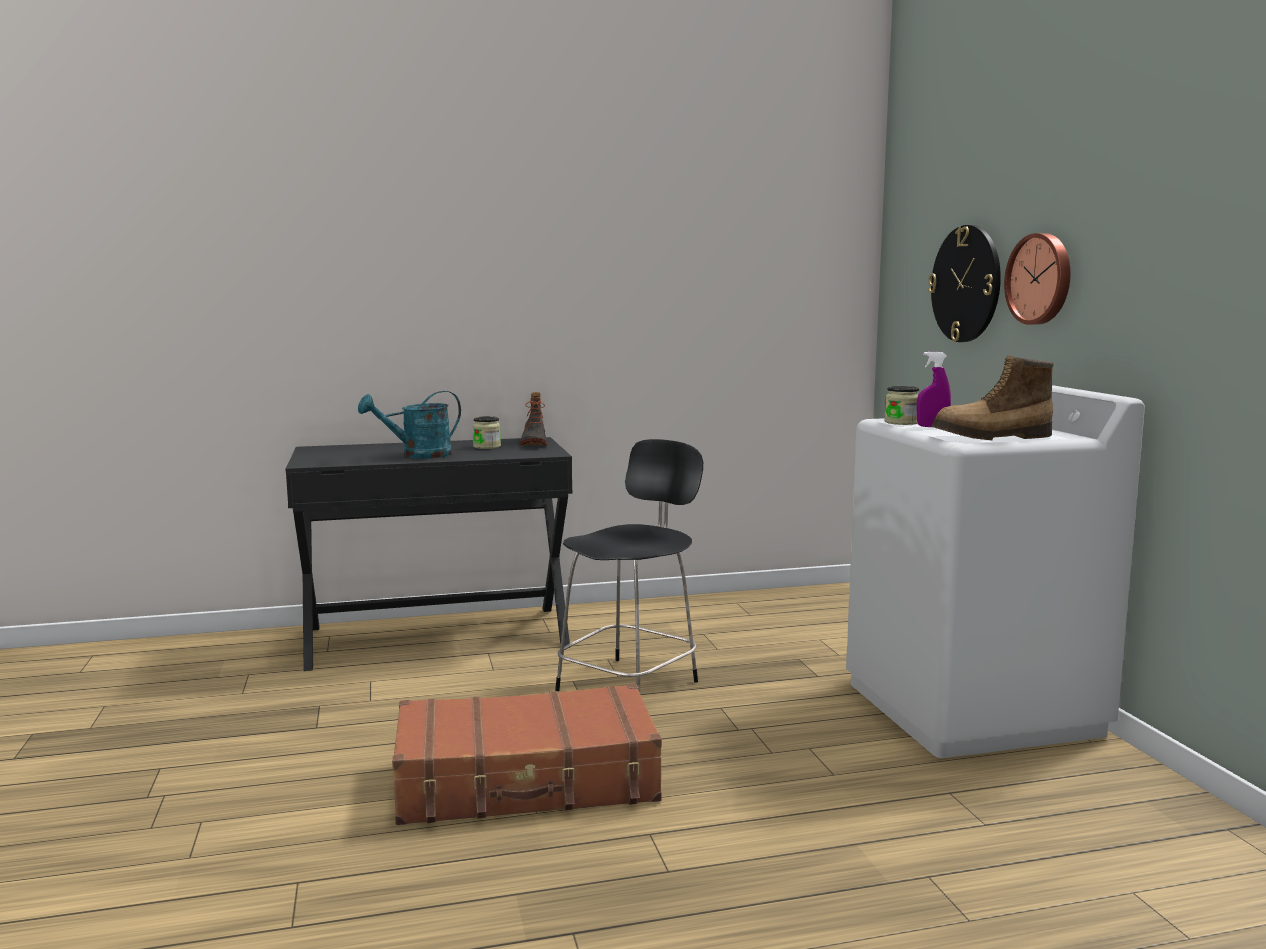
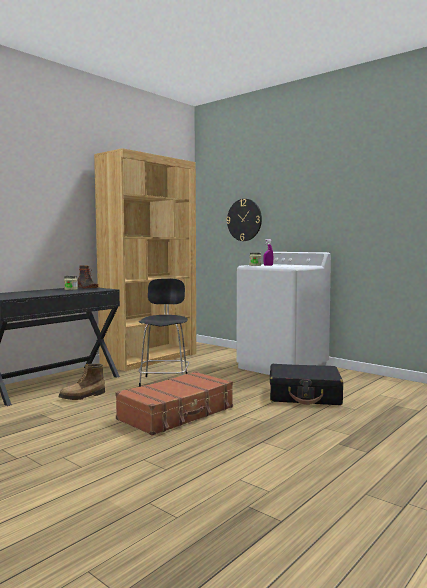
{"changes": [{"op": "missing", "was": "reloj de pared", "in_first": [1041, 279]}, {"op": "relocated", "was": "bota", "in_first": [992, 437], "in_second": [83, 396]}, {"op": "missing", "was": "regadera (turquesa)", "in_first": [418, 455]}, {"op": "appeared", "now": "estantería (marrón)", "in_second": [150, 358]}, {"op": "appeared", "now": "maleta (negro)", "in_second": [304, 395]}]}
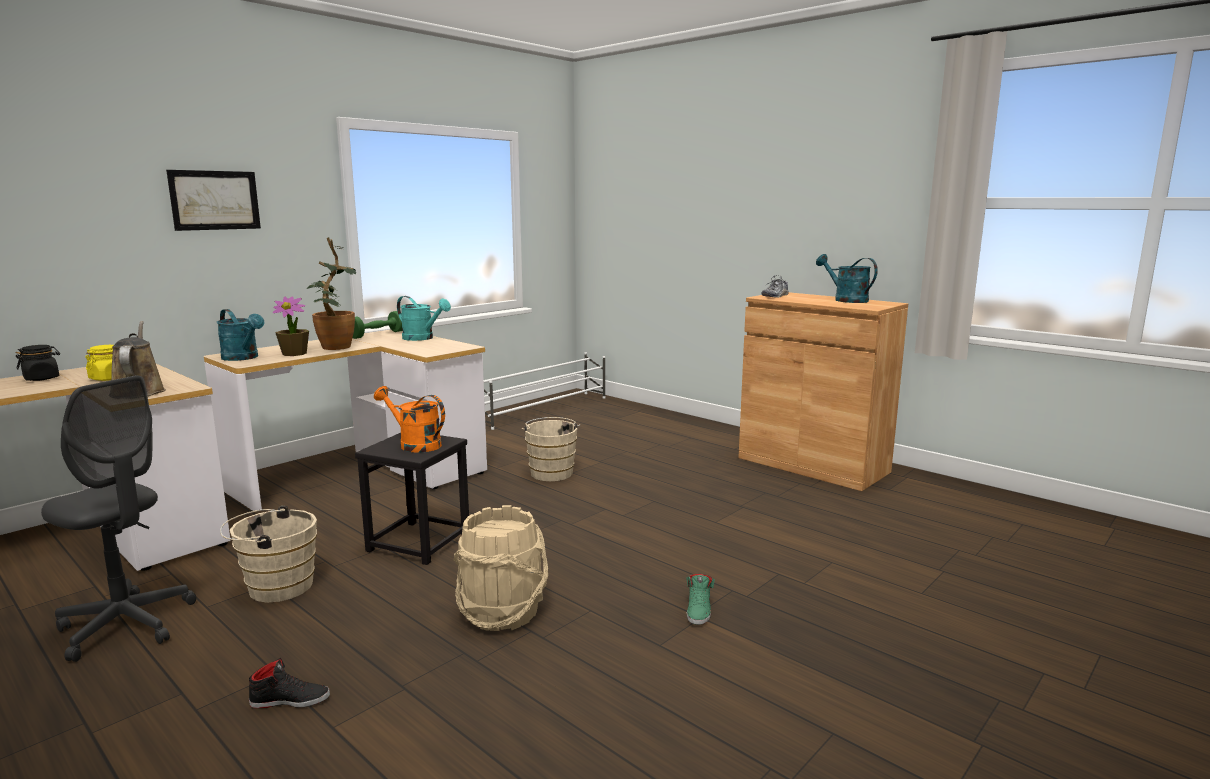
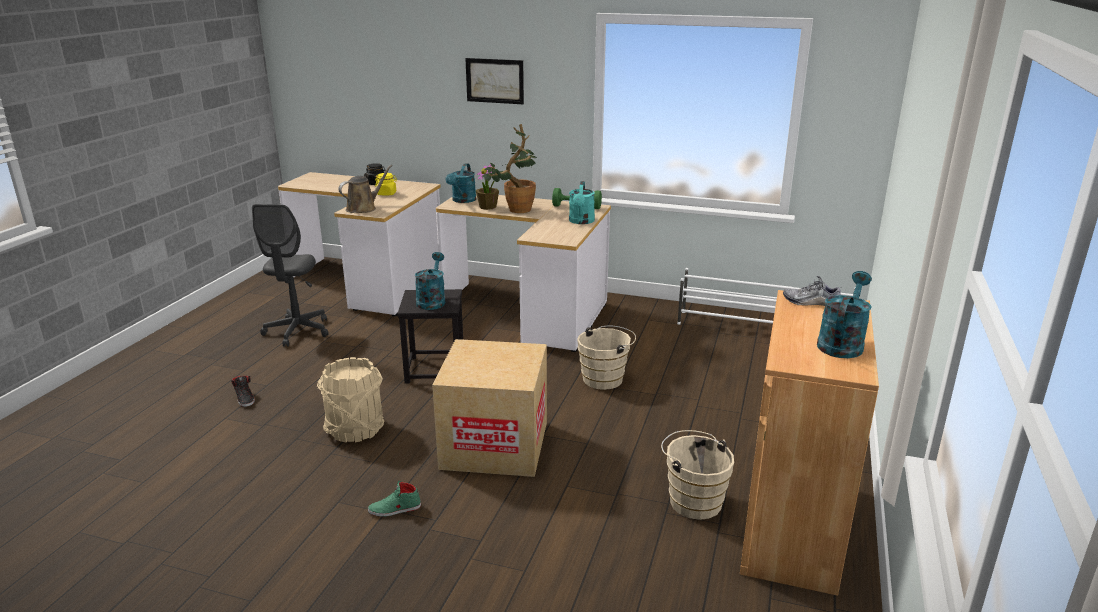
{"changes": [{"op": "colour", "was": "regadera (naranja)", "now": "regadera (turquesa)", "in_first": [414, 444], "in_second": [432, 300]}, {"op": "relocated", "was": "cubo (beis)", "in_first": [275, 587], "in_second": [692, 500]}, {"op": "appeared", "now": "caja de cartón", "in_second": [494, 445]}]}
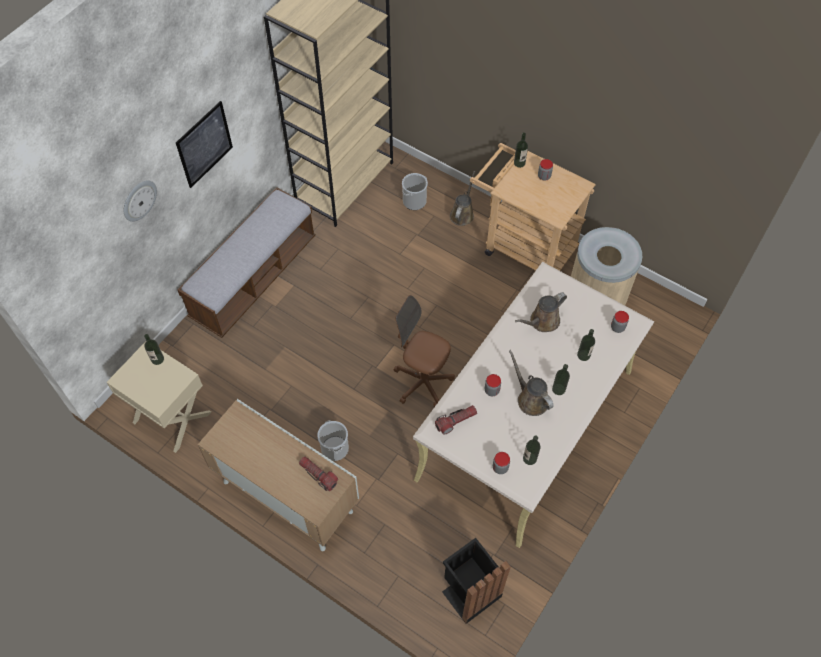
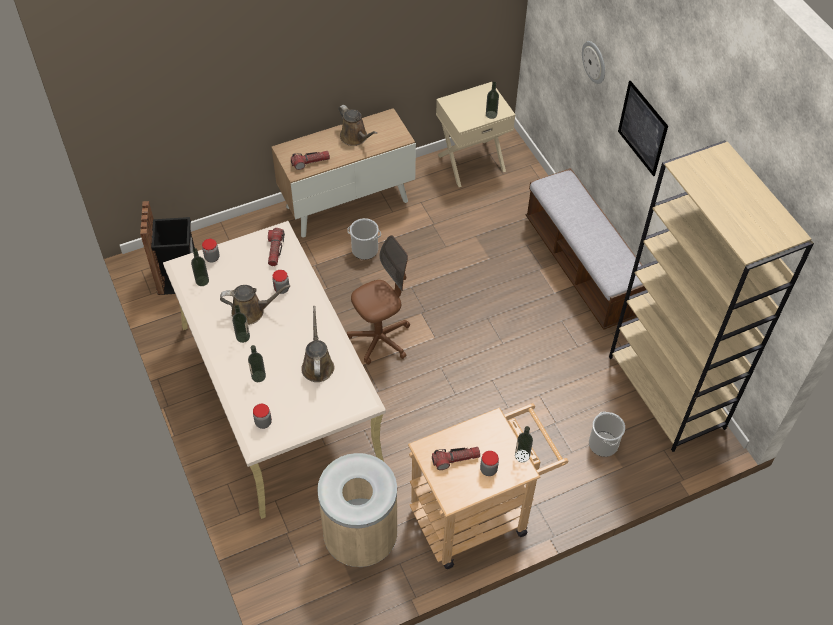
{"changes": [{"op": "relocated", "was": "regadera (marrón)", "in_first": [462, 214], "in_second": [355, 137]}, {"op": "appeared", "now": "linterna", "in_second": [455, 459]}]}
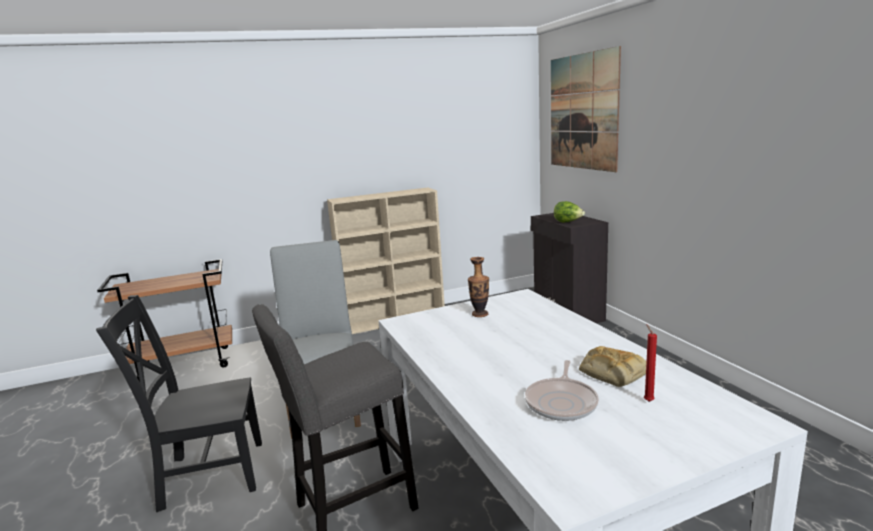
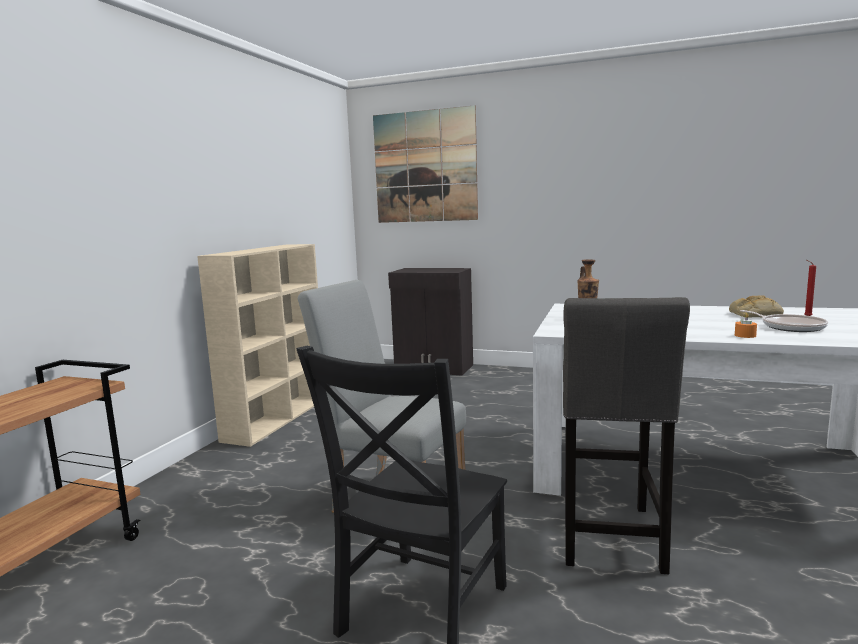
{"changes": [{"op": "missing", "was": "lechuga", "in_first": [568, 222]}, {"op": "appeared", "now": "vela (naranja)", "in_second": [745, 335]}]}
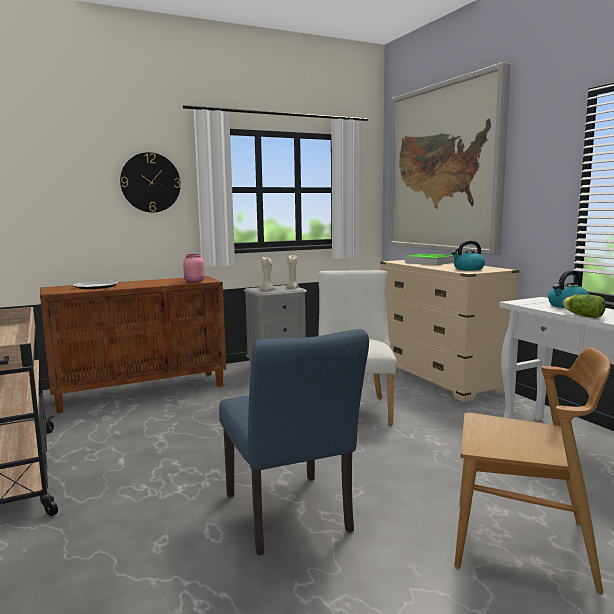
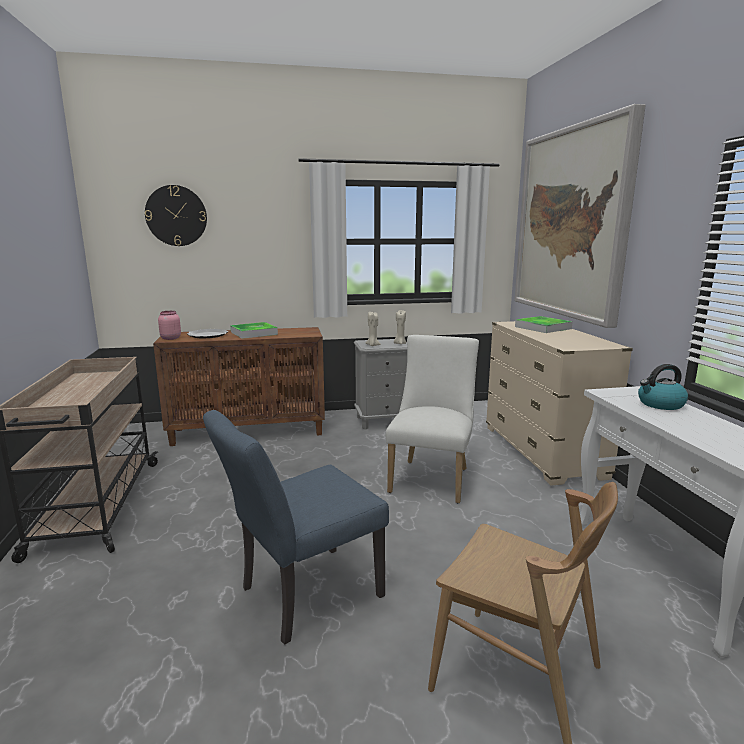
{"changes": [{"op": "relocated", "was": "reloj de pared", "in_first": [150, 182], "in_second": [176, 216]}, {"op": "missing", "was": "hervidor", "in_first": [468, 269]}, {"op": "relocated", "was": "tarro (rosa)", "in_first": [194, 281], "in_second": [170, 338]}, {"op": "missing", "was": "lechuga", "in_first": [582, 315]}, {"op": "spun", "was": "silla (azul)", "in_first": [290, 518], "in_second": [301, 595], "clockwise": 60}, {"op": "appeared", "now": "bandeja", "in_second": [254, 333]}]}
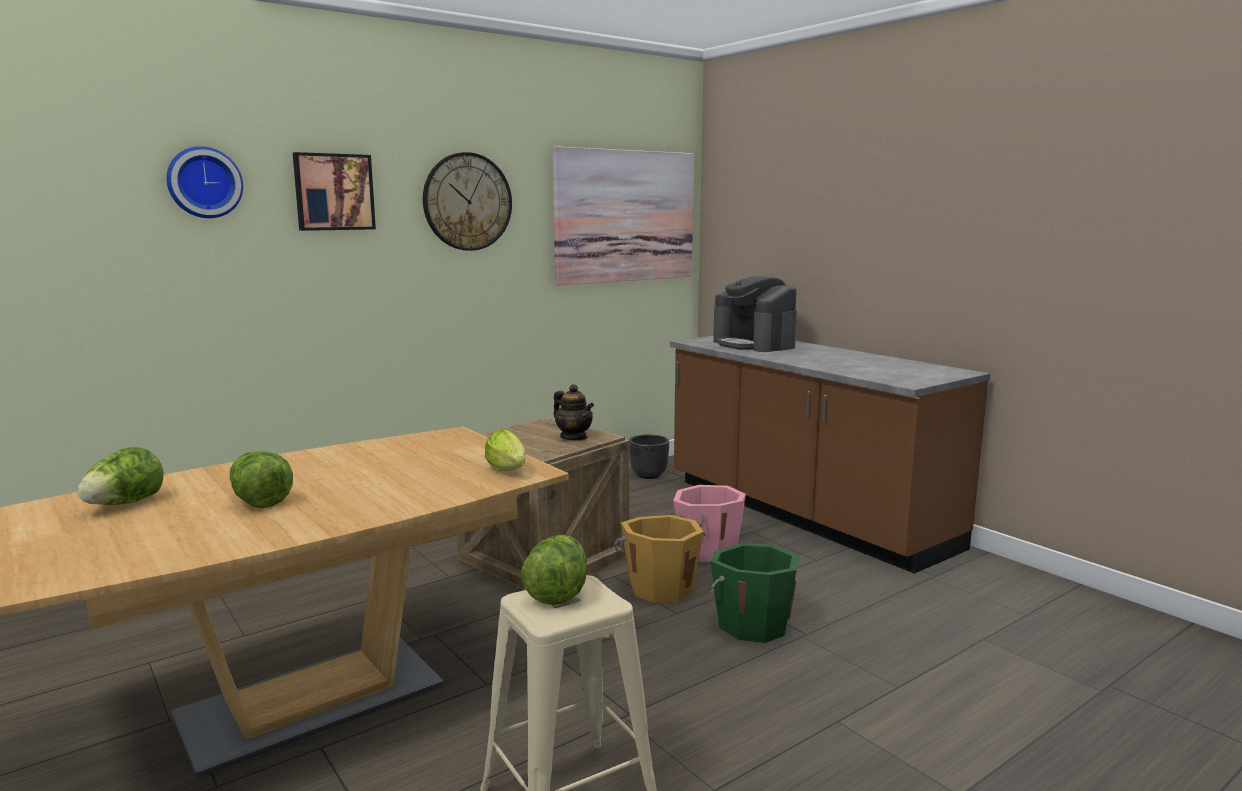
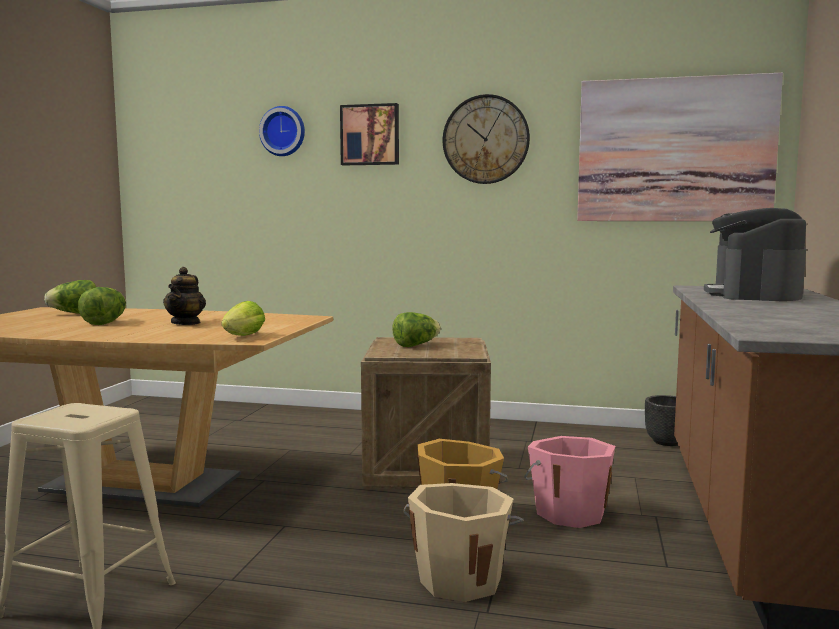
{"changes": [{"op": "relocated", "was": "tetera", "in_first": [574, 437], "in_second": [186, 323]}, {"op": "relocated", "was": "lechuga", "in_first": [557, 592], "in_second": [415, 345]}, {"op": "colour", "was": "cubo (verde)", "now": "cubo (beis)", "in_first": [752, 624], "in_second": [460, 579]}]}
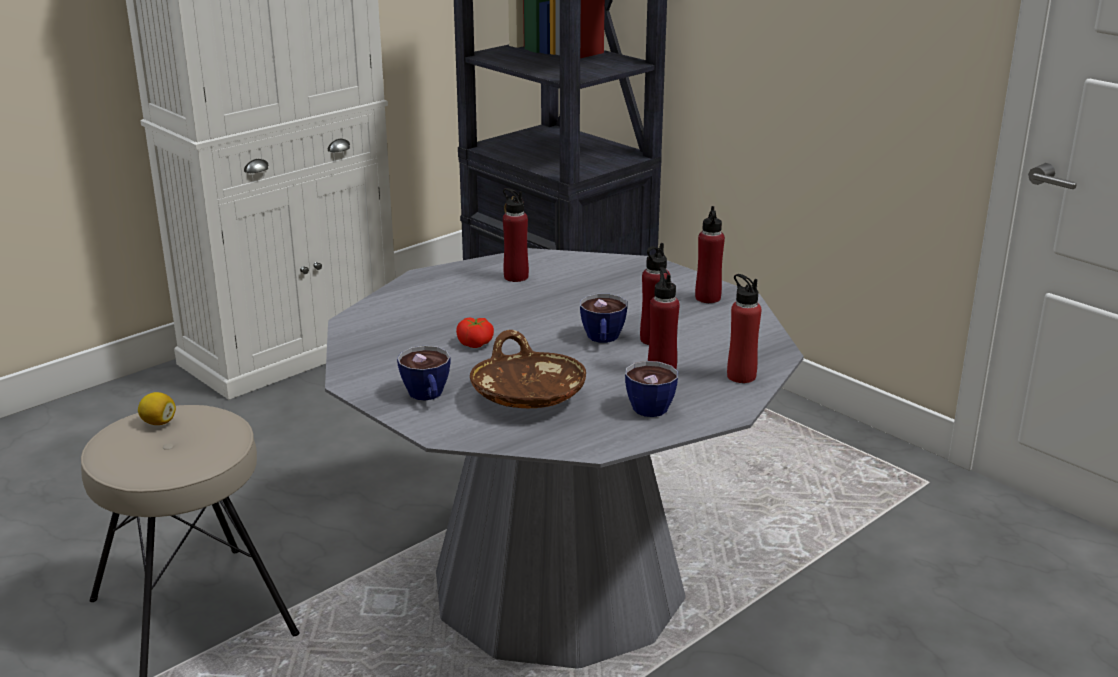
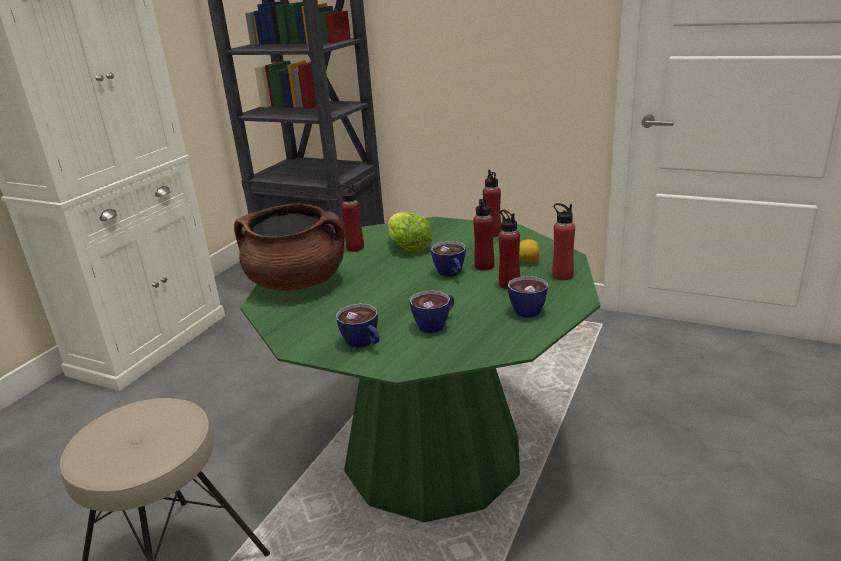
{"changes": [{"op": "colour", "was": "mesa de comedor (gris)", "now": "mesa de comedor (verde)", "in_first": [559, 585], "in_second": [433, 454]}, {"op": "missing", "was": "tomate", "in_first": [476, 343]}, {"op": "exchanged", "was": "cuenco (marrón)", "now": "taza", "in_first": [527, 396], "in_second": [436, 324]}, {"op": "relocated", "was": "limón", "in_first": [158, 422], "in_second": [528, 261]}, {"op": "appeared", "now": "olla (marrón)", "in_second": [297, 283]}, {"op": "appeared", "now": "lechuga", "in_second": [408, 246]}]}
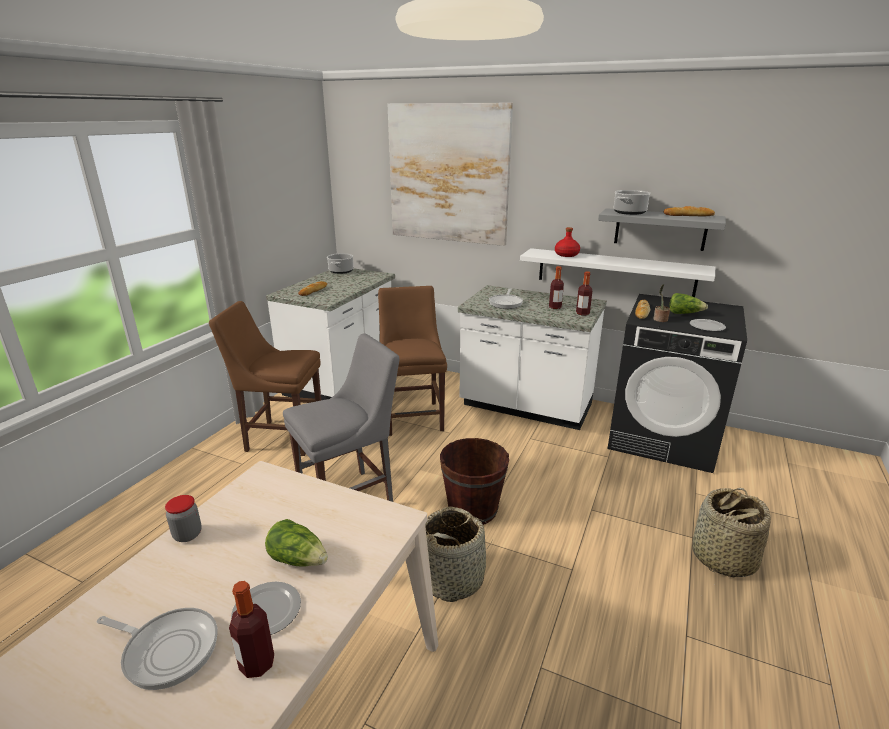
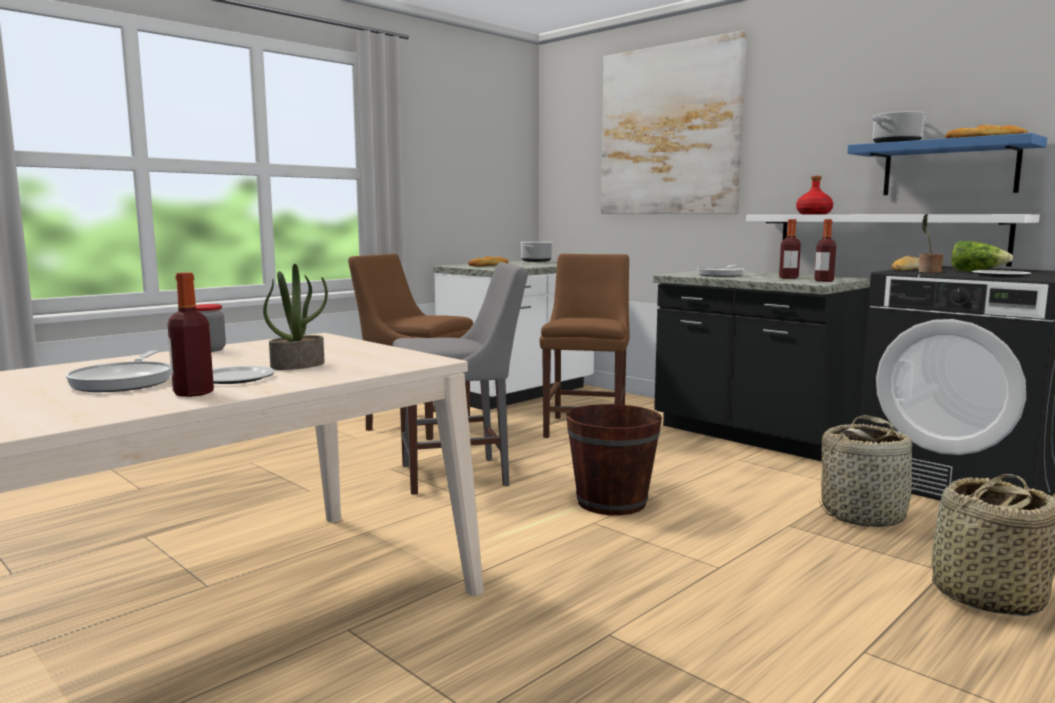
{"changes": [{"op": "colour", "was": "estante (gris)", "now": "estante (azul)", "in_first": [660, 229], "in_second": [949, 168]}, {"op": "colour", "was": "mueble bajo de cocina (blanco)", "now": "mueble bajo de cocina (negro)", "in_first": [525, 407], "in_second": [752, 435]}, {"op": "relocated", "was": "cesta", "in_first": [453, 578], "in_second": [864, 515]}, {"op": "exchanged", "was": "lechuga", "now": "planta en maceta", "in_first": [298, 559], "in_second": [298, 365]}, {"op": "spun", "was": "sartén", "in_first": [167, 650], "in_second": [125, 381], "clockwise": 45}]}
